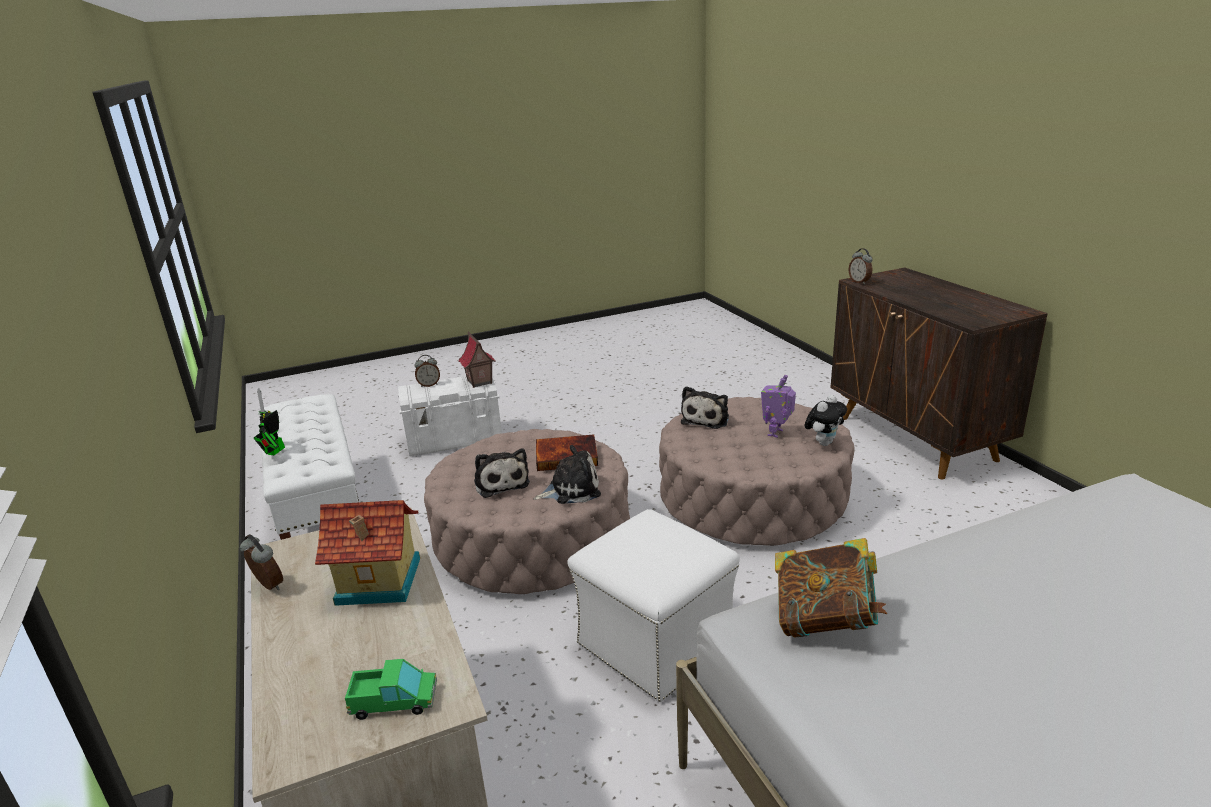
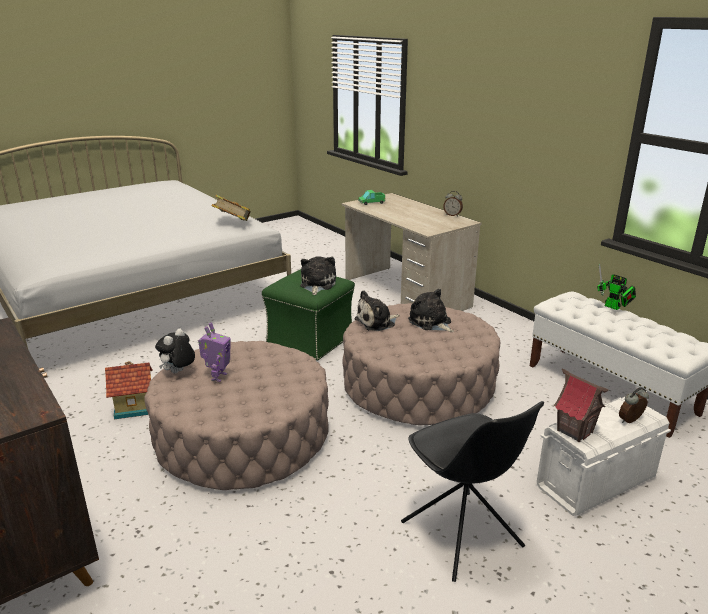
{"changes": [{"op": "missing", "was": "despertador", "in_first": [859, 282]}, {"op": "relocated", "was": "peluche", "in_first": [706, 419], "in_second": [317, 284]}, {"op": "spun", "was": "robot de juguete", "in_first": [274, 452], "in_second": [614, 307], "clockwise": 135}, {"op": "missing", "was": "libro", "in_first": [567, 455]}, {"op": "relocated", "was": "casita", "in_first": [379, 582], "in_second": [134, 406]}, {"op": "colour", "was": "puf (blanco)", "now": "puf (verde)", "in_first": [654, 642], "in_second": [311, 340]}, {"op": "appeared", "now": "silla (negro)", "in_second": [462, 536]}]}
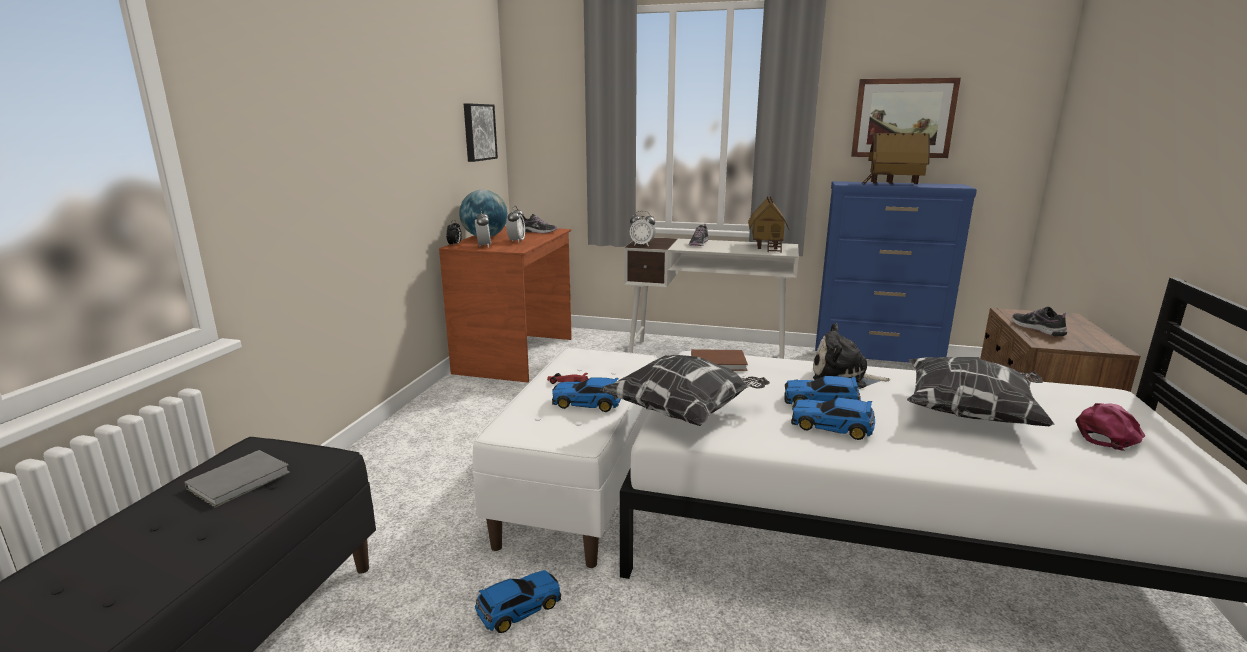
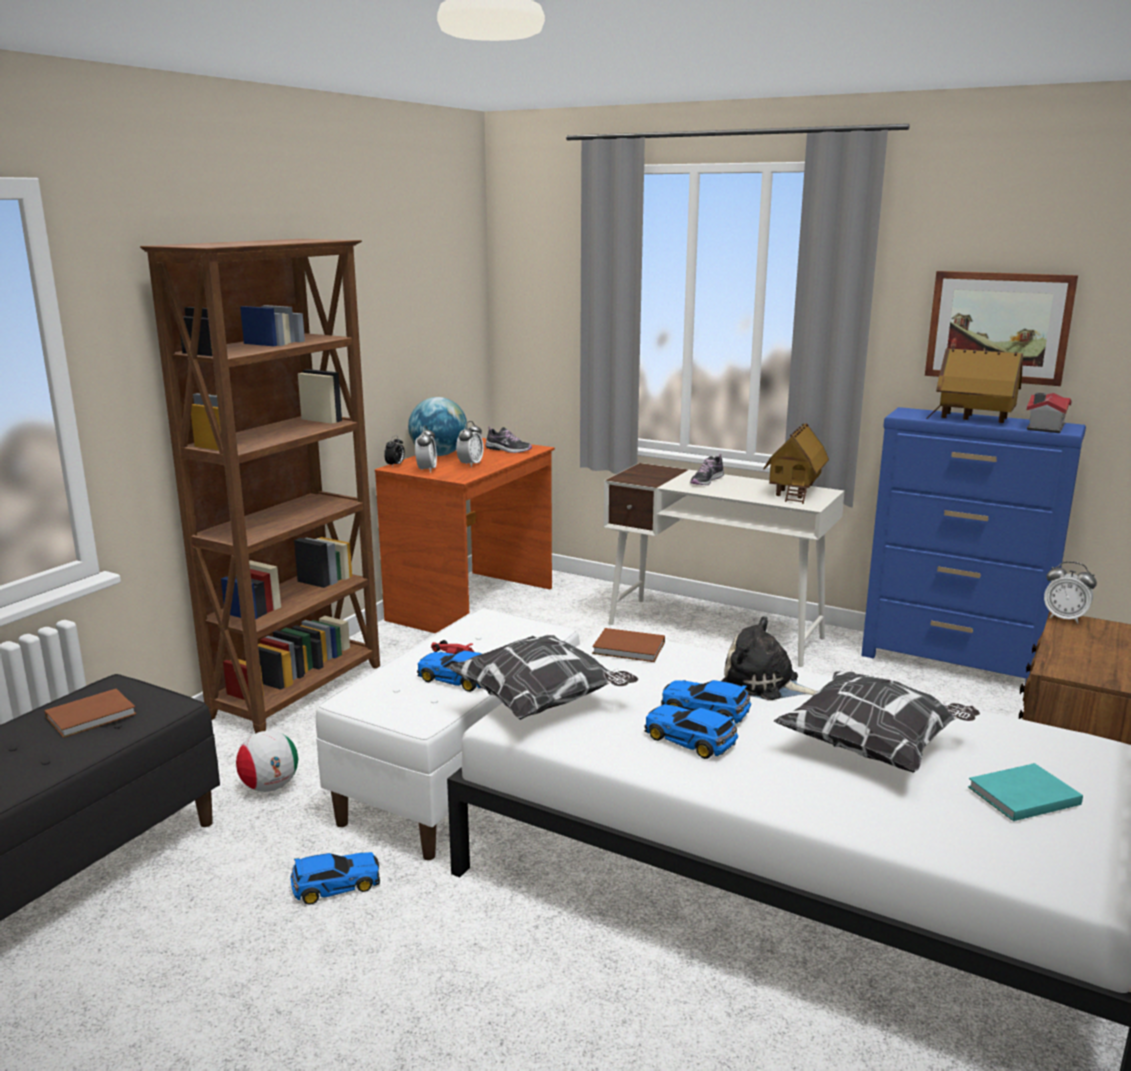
{"changes": [{"op": "missing", "was": "cuadro", "in_first": [478, 132]}, {"op": "relocated", "was": "despertador", "in_first": [642, 245], "in_second": [1064, 618]}, {"op": "missing", "was": "zapato", "in_first": [1037, 329]}, {"op": "exchanged", "was": "gorra (rosa)", "now": "libro (turquesa)", "in_first": [1109, 435], "in_second": [1020, 795]}, {"op": "colour", "was": "libro (gris)", "now": "libro (marrón)", "in_first": [242, 480], "in_second": [93, 716]}, {"op": "appeared", "now": "estantería (marrón)", "in_second": [300, 691]}, {"op": "appeared", "now": "casita", "in_second": [1044, 427]}, {"op": "appeared", "now": "balón de fútbol", "in_second": [270, 787]}]}
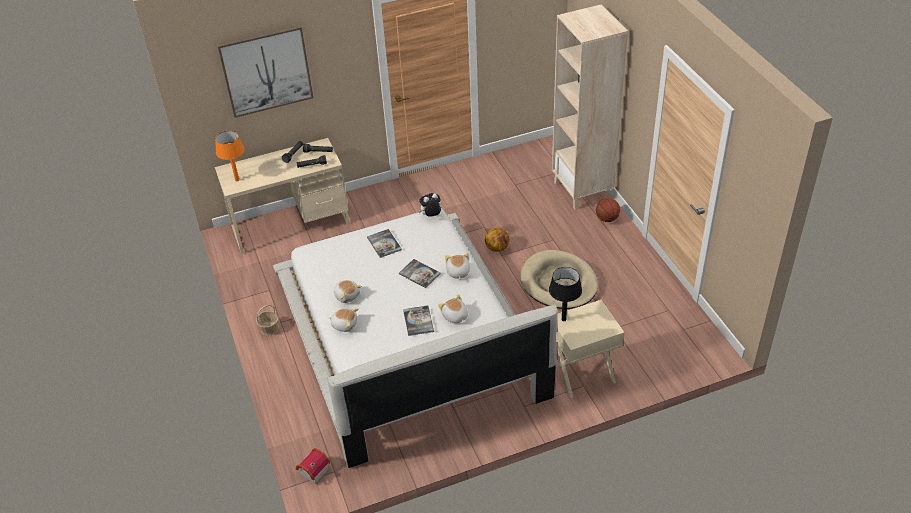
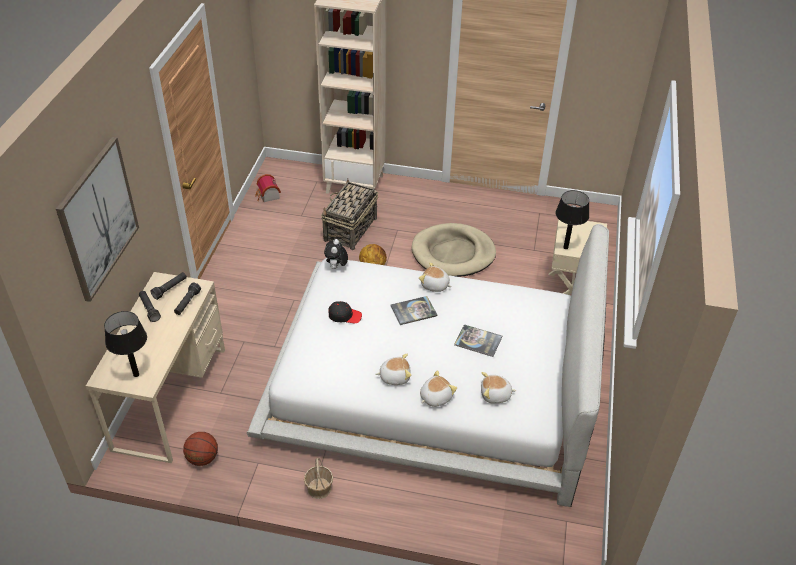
{"changes": [{"op": "colour", "was": "lámpara de mesa (naranja)", "now": "lámpara de mesa (negro)", "in_first": [237, 180], "in_second": [136, 375]}, {"op": "relocated", "was": "balón de baloncesto", "in_first": [607, 219], "in_second": [202, 458]}, {"op": "exchanged", "was": "libro", "now": "gorra (negro)", "in_first": [384, 244], "in_second": [344, 316]}, {"op": "relocated", "was": "peluche", "in_first": [455, 316], "in_second": [495, 395]}, {"op": "relocated", "was": "casita", "in_first": [312, 472], "in_second": [268, 196]}, {"op": "appeared", "now": "cesta", "in_second": [350, 230]}]}
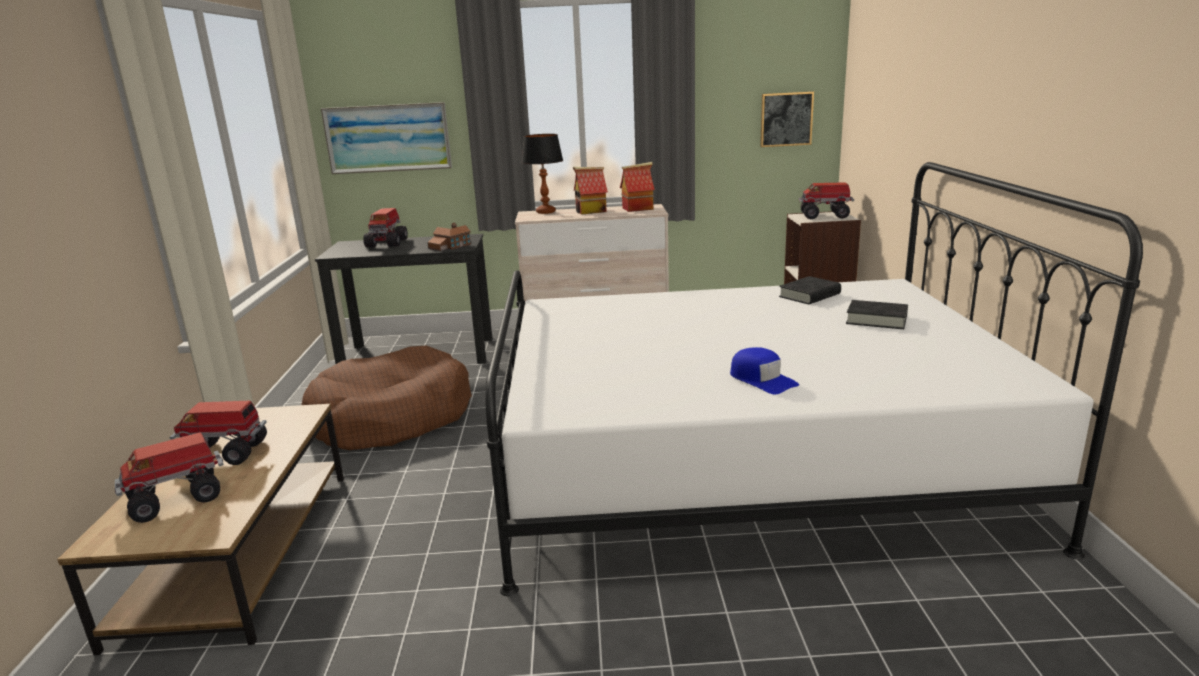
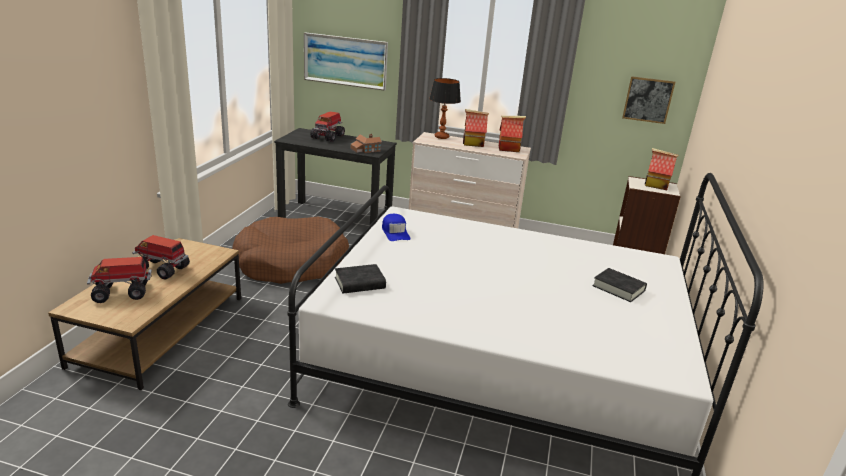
{"changes": [{"op": "exchanged", "was": "camión de juguete", "now": "casita", "in_first": [825, 216], "in_second": [656, 185]}, {"op": "relocated", "was": "libro (negro)", "in_first": [809, 295], "in_second": [360, 283]}, {"op": "relocated", "was": "gorra (azul)", "in_first": [762, 379], "in_second": [395, 232]}]}
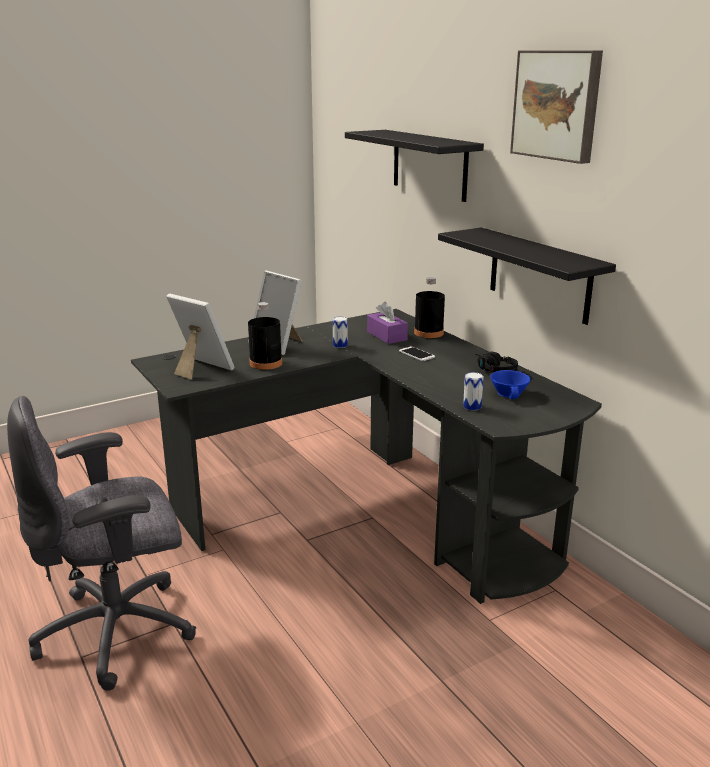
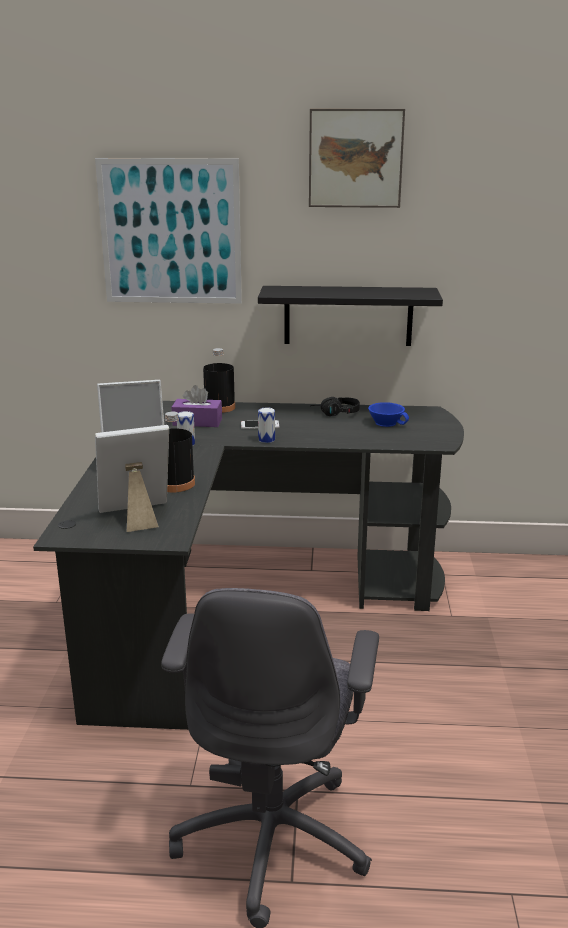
{"changes": [{"op": "exchanged", "was": "estante (negro)", "now": "cuadro", "in_first": [429, 164], "in_second": [170, 232]}, {"op": "relocated", "was": "lata", "in_first": [472, 406], "in_second": [266, 440]}]}
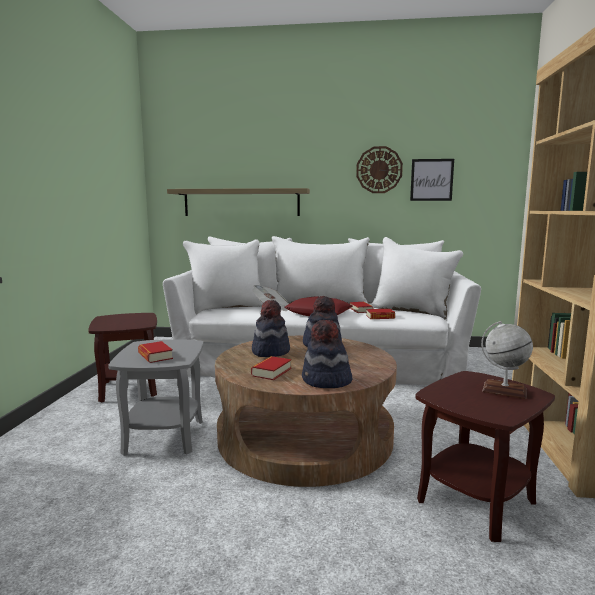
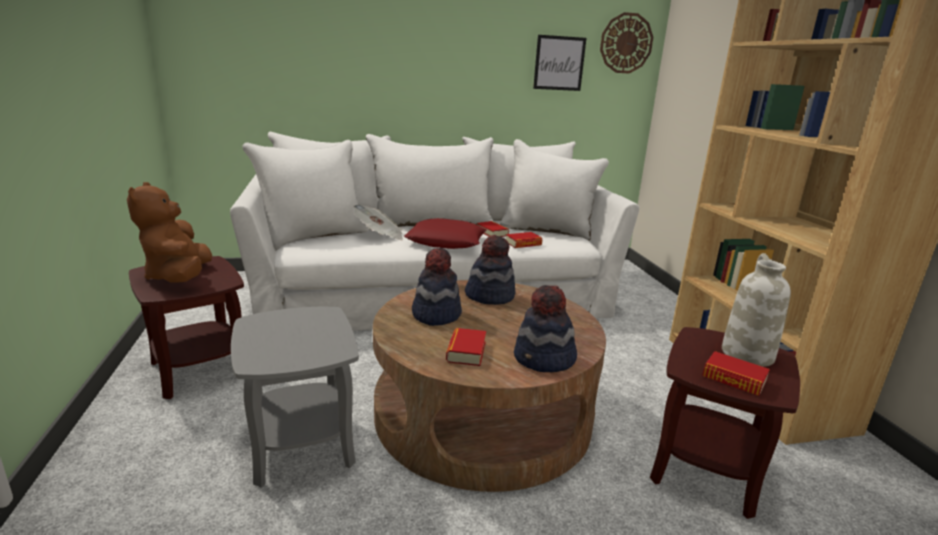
{"changes": [{"op": "relocated", "was": "reloj de pared", "in_first": [379, 170], "in_second": [626, 43]}, {"op": "missing", "was": "estante", "in_first": [241, 202]}, {"op": "exchanged", "was": "globo terráqueo", "now": "florero (blanco)", "in_first": [504, 390], "in_second": [746, 354]}, {"op": "relocated", "was": "libro", "in_first": [155, 356], "in_second": [733, 379]}, {"op": "appeared", "now": "peluche (marrón)", "in_second": [179, 277]}]}
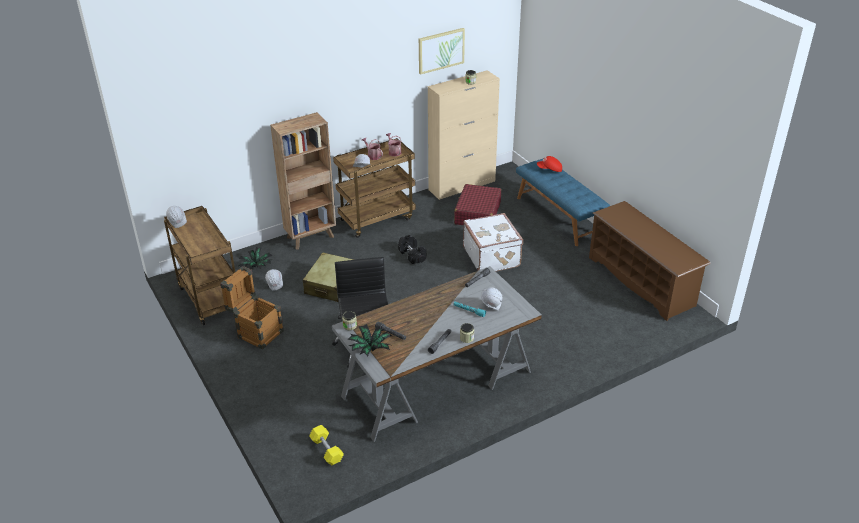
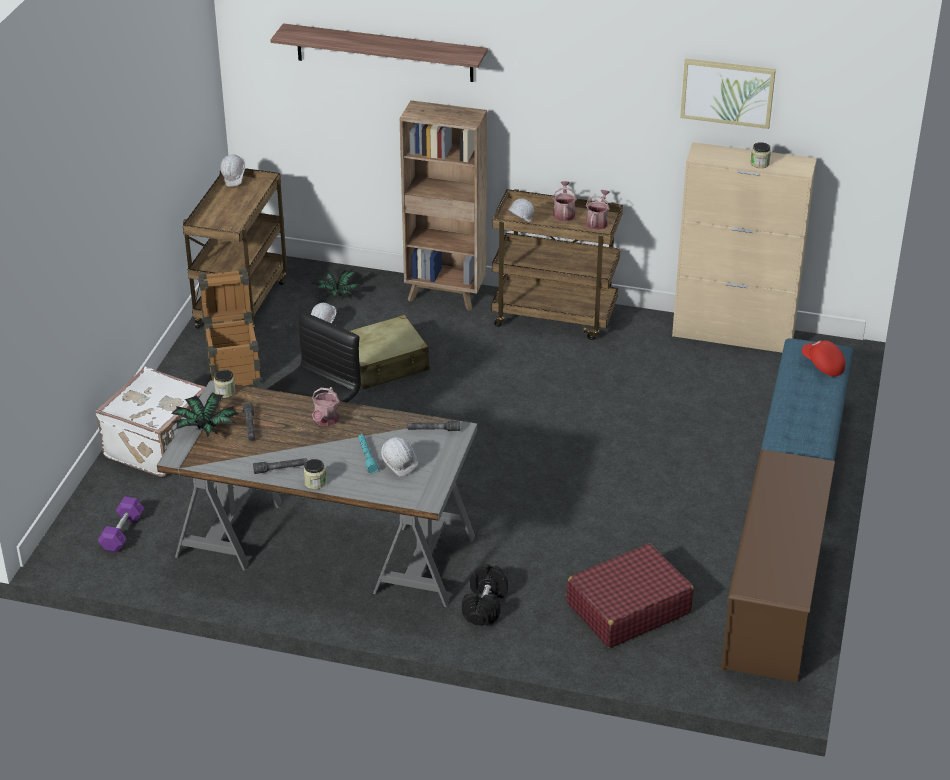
{"changes": [{"op": "relocated", "was": "maleta (rojo)", "in_first": [477, 213], "in_second": [628, 608]}, {"op": "relocated", "was": "maleta (blanco)", "in_first": [492, 257], "in_second": [160, 445]}, {"op": "relocated", "was": "mancuerna (negro)", "in_first": [412, 255], "in_second": [485, 605]}, {"op": "colour", "was": "mancuerna (amarillo)", "now": "mancuerna (morado)", "in_first": [326, 450], "in_second": [122, 533]}, {"op": "appeared", "now": "estante", "in_second": [384, 53]}, {"op": "appeared", "now": "regadera", "in_second": [325, 421]}]}
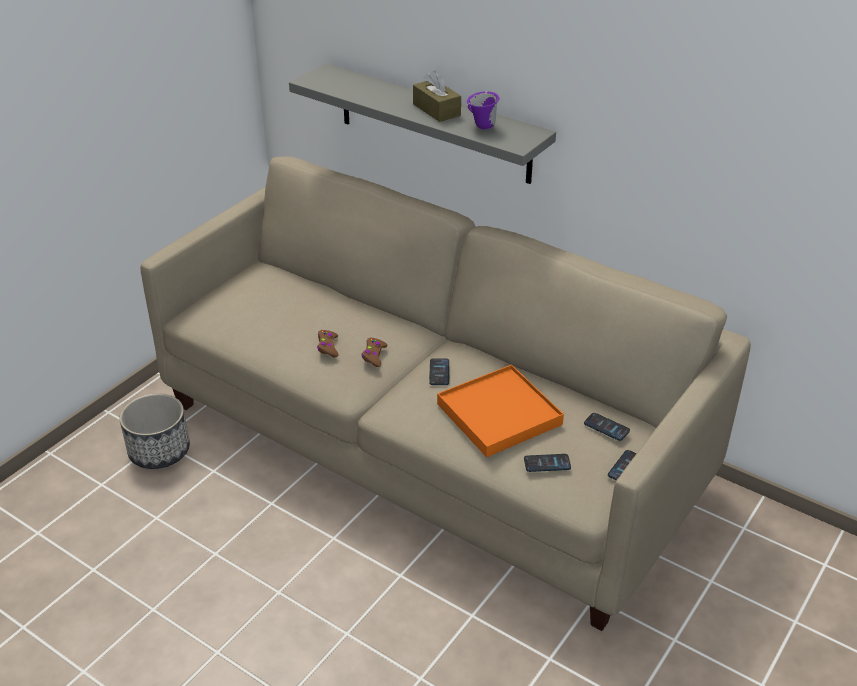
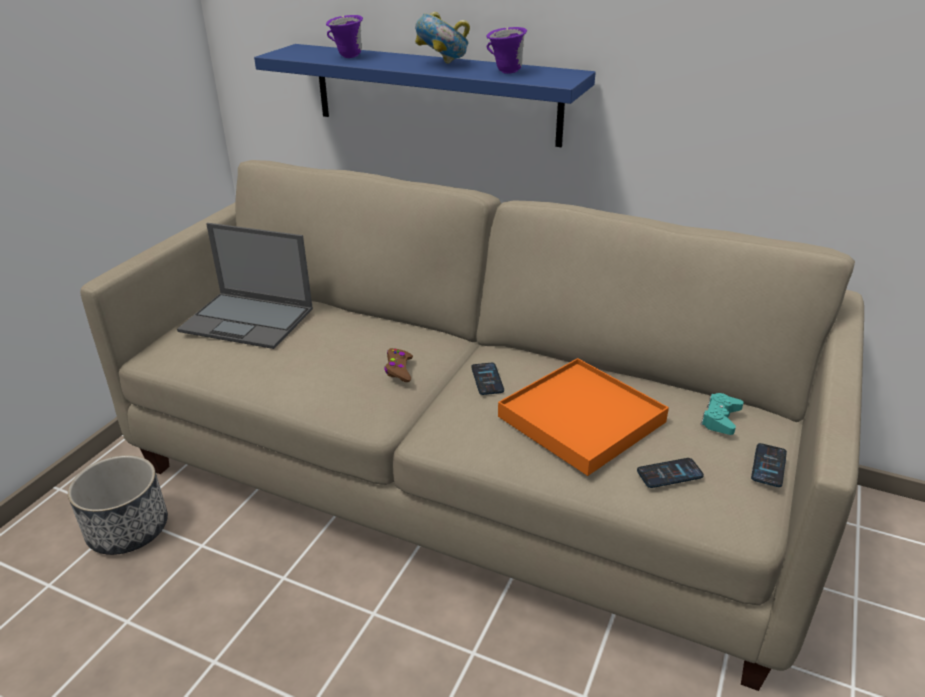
{"changes": [{"op": "colour", "was": "estante (gris)", "now": "estante (azul)", "in_first": [434, 123], "in_second": [434, 94]}, {"op": "exchanged", "was": "caja de pañuelos (marrón)", "now": "cuenco", "in_first": [436, 110], "in_second": [443, 64]}, {"op": "missing", "was": "mando de consola (marrón)", "in_first": [328, 347]}, {"op": "exchanged", "was": "móvil", "now": "mando de consola (turquesa)", "in_first": [606, 427], "in_second": [720, 419]}, {"op": "appeared", "now": "taza grande (morado)", "in_second": [347, 57]}, {"op": "appeared", "now": "portátil", "in_second": [248, 320]}]}
